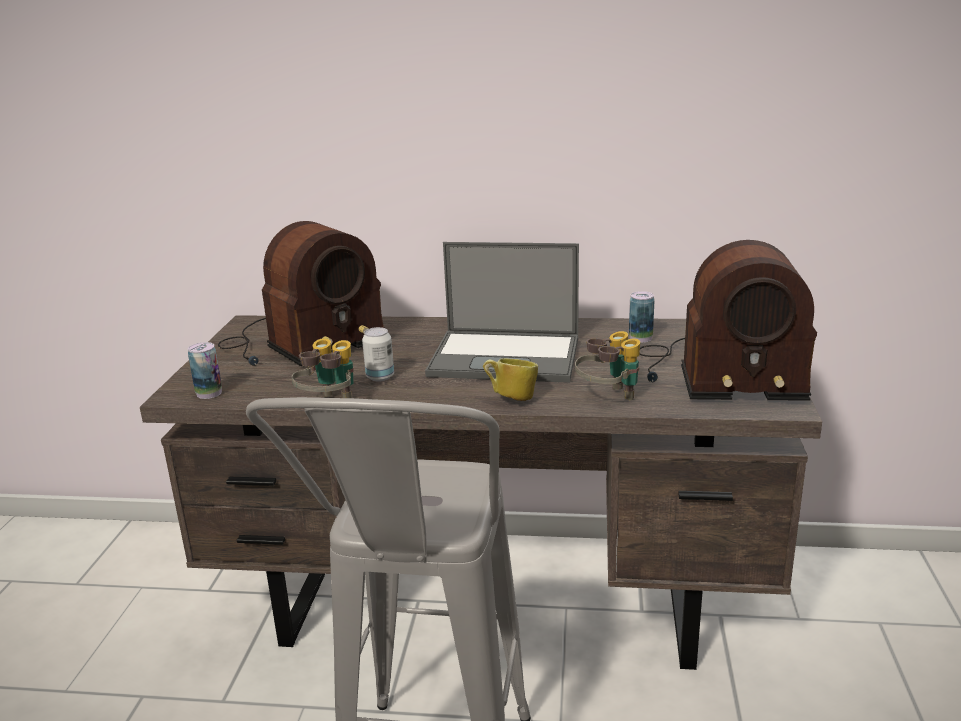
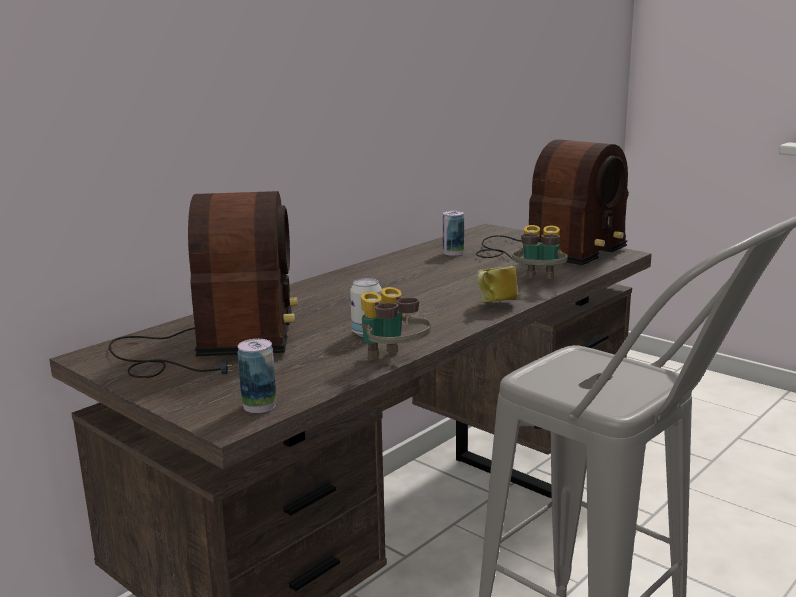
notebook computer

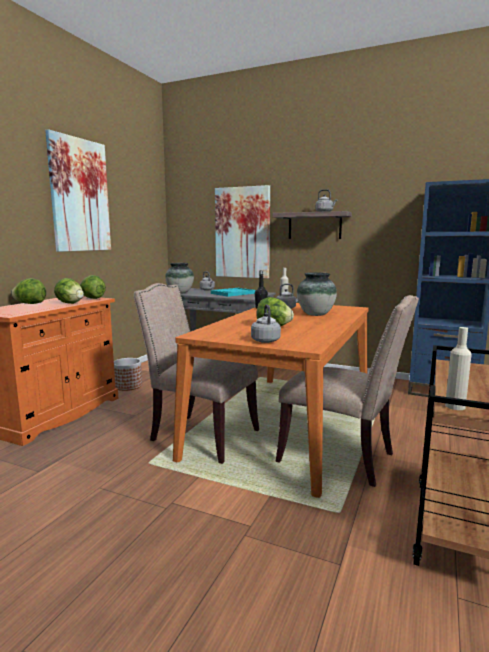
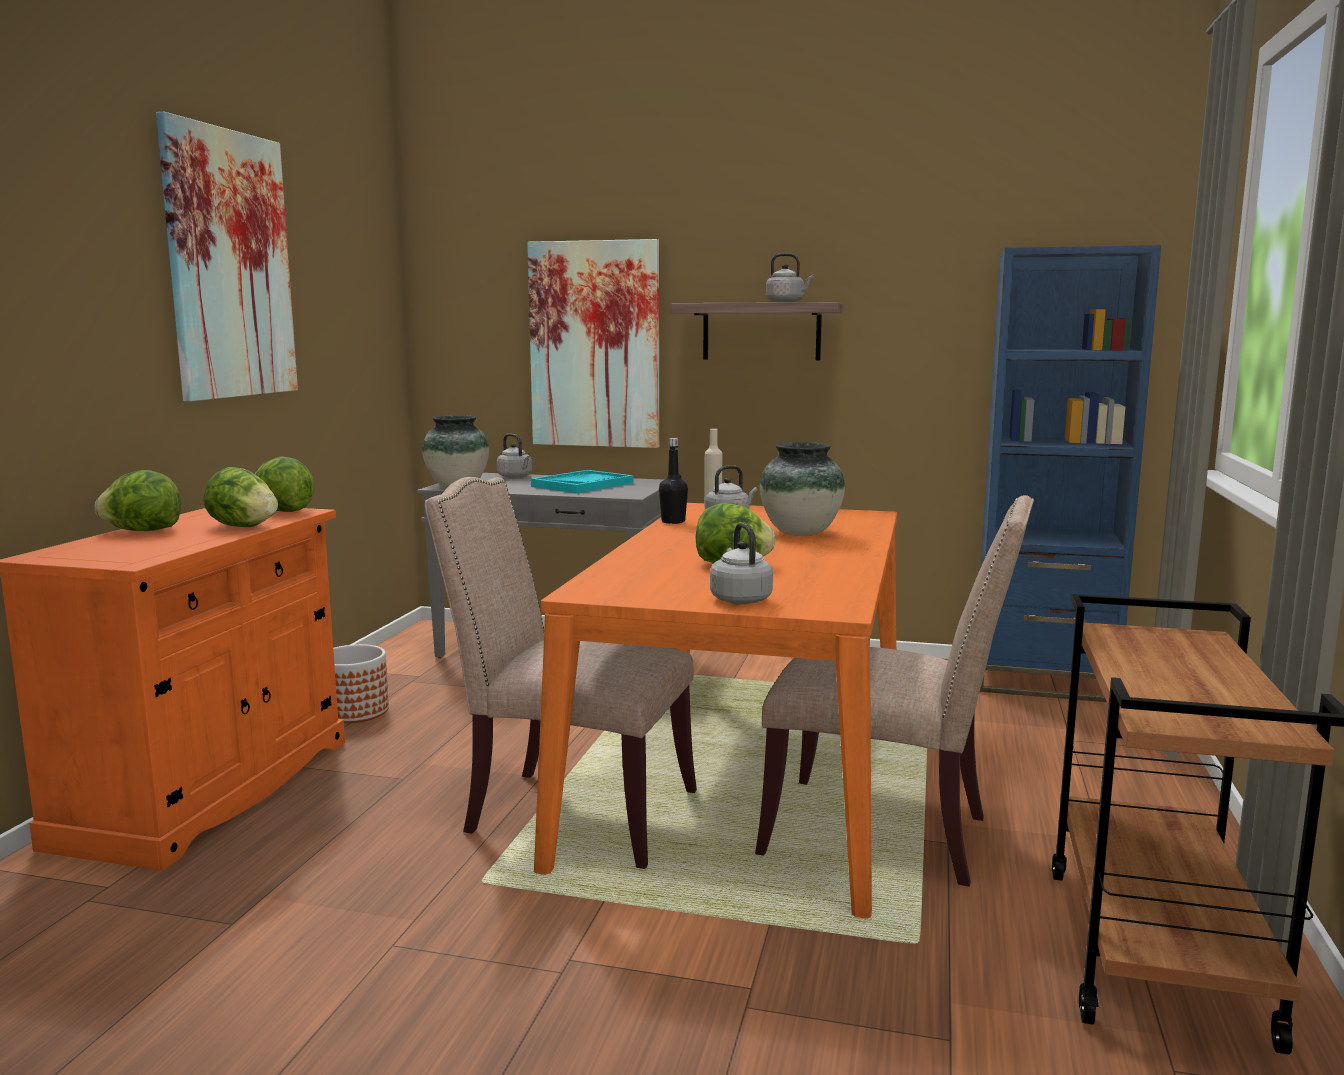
sand-coloured drink bottle (2nd from left in the first image)

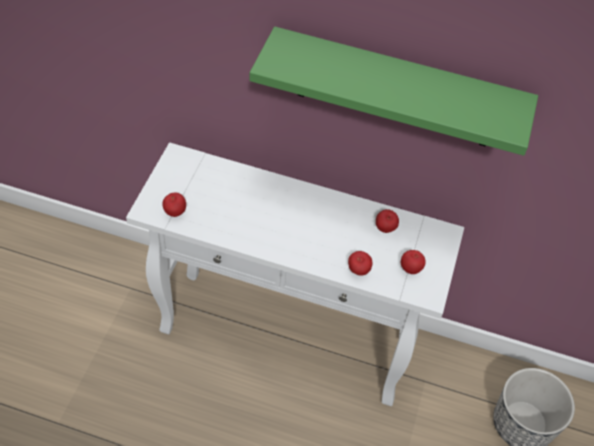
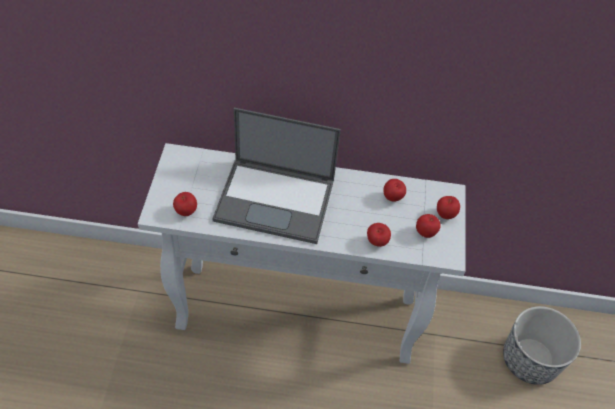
green bracket shelf
notebook computer
whole apple (5th from left)

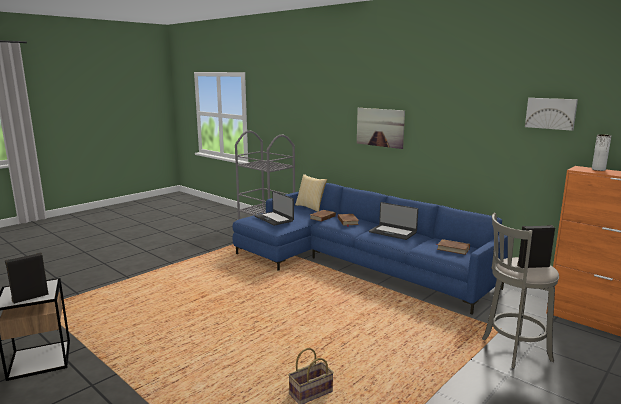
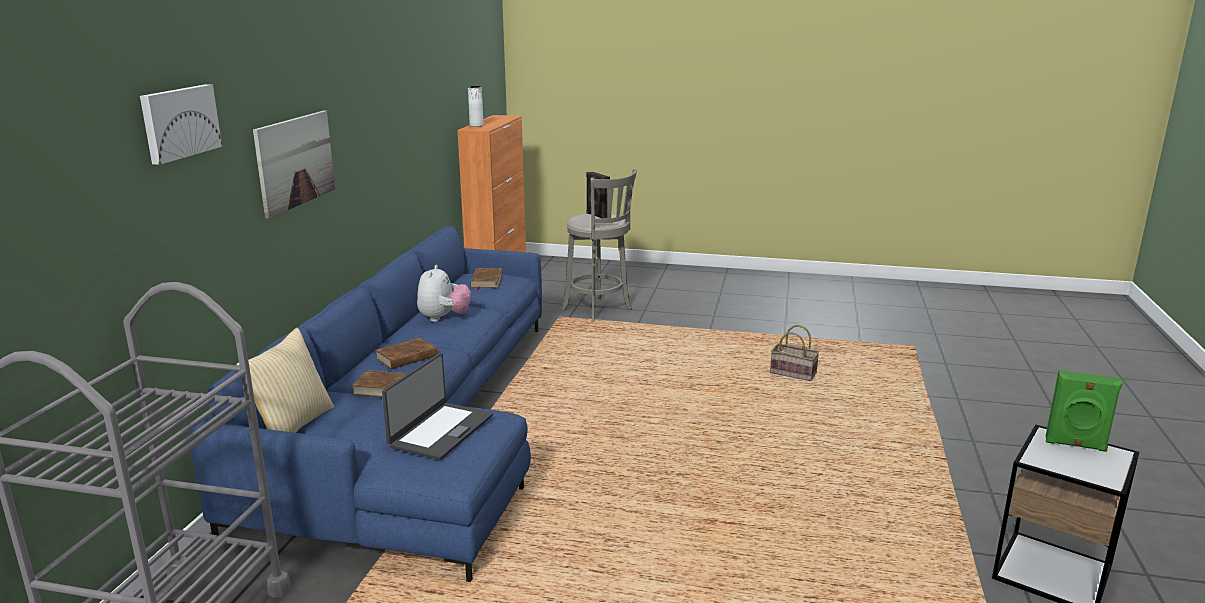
wall picture (1st from left)
plush toy
green audio speaker

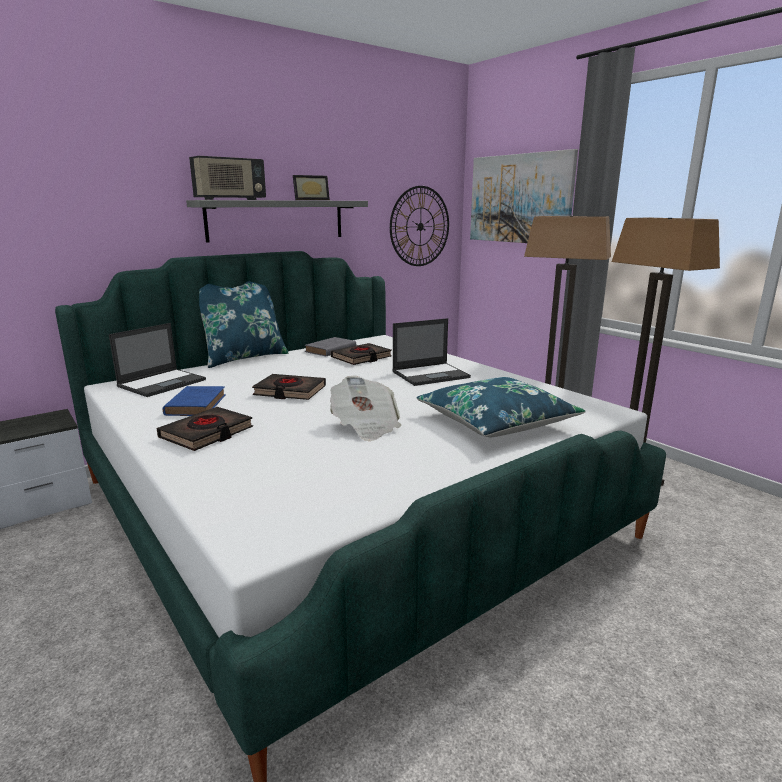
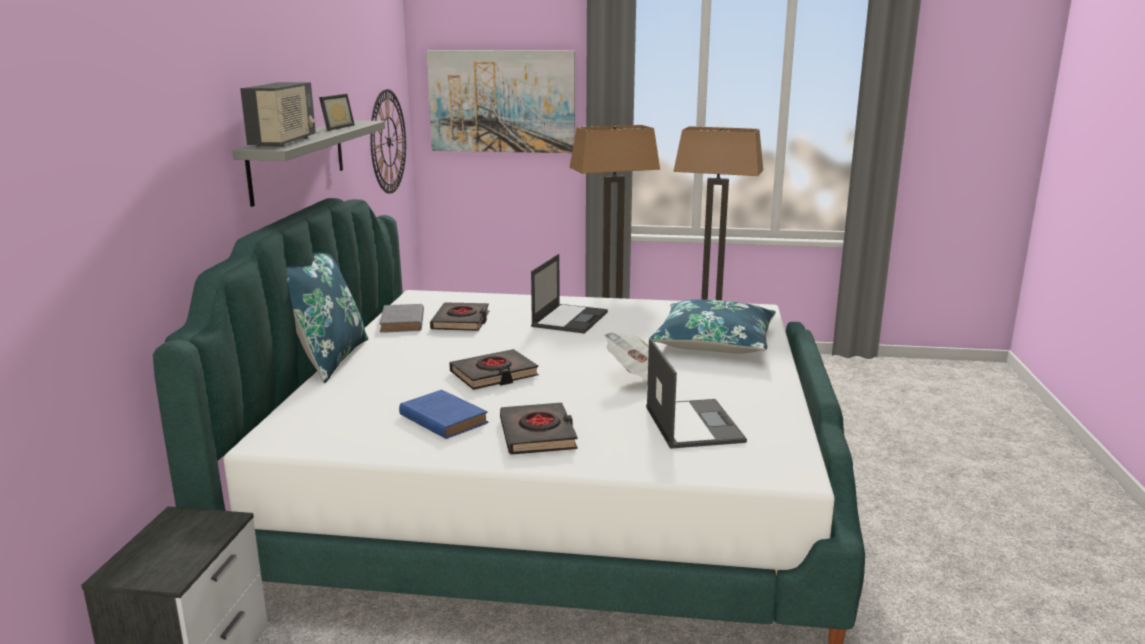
notebook computer (2nd from left)

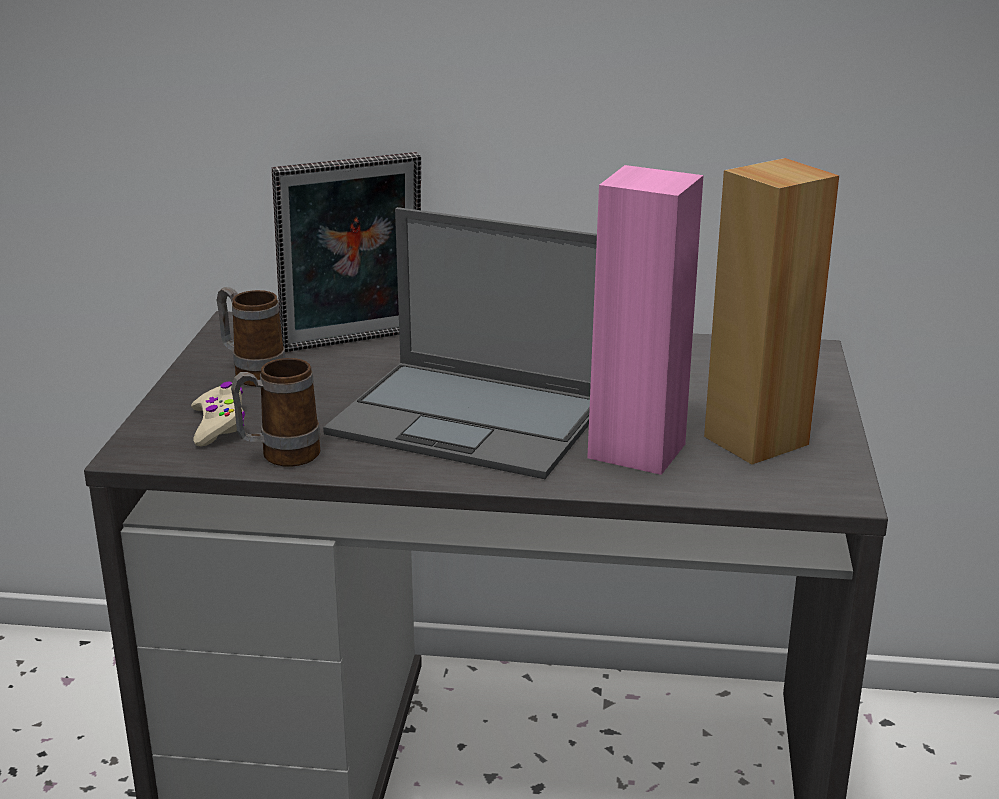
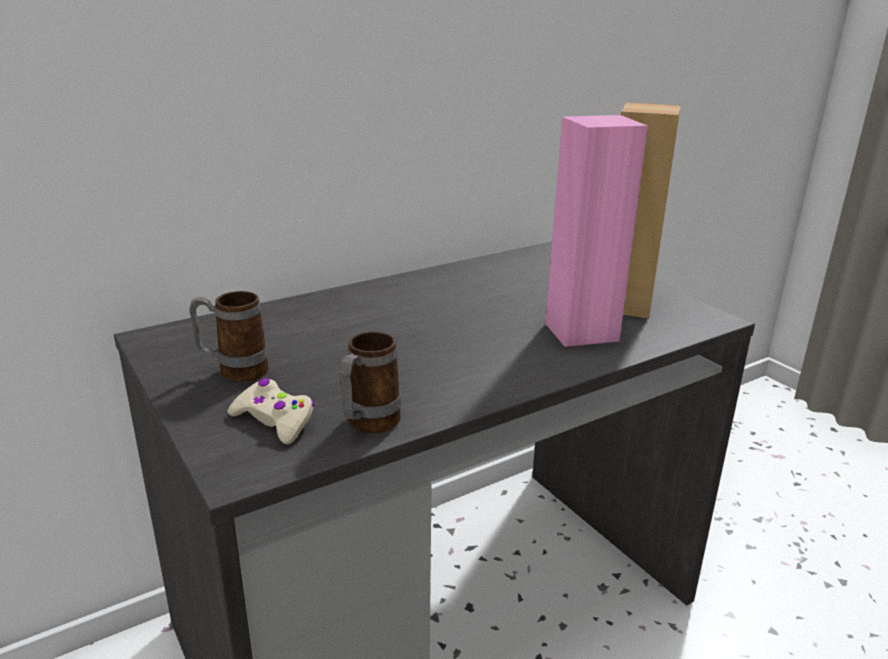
photo frame
notebook computer

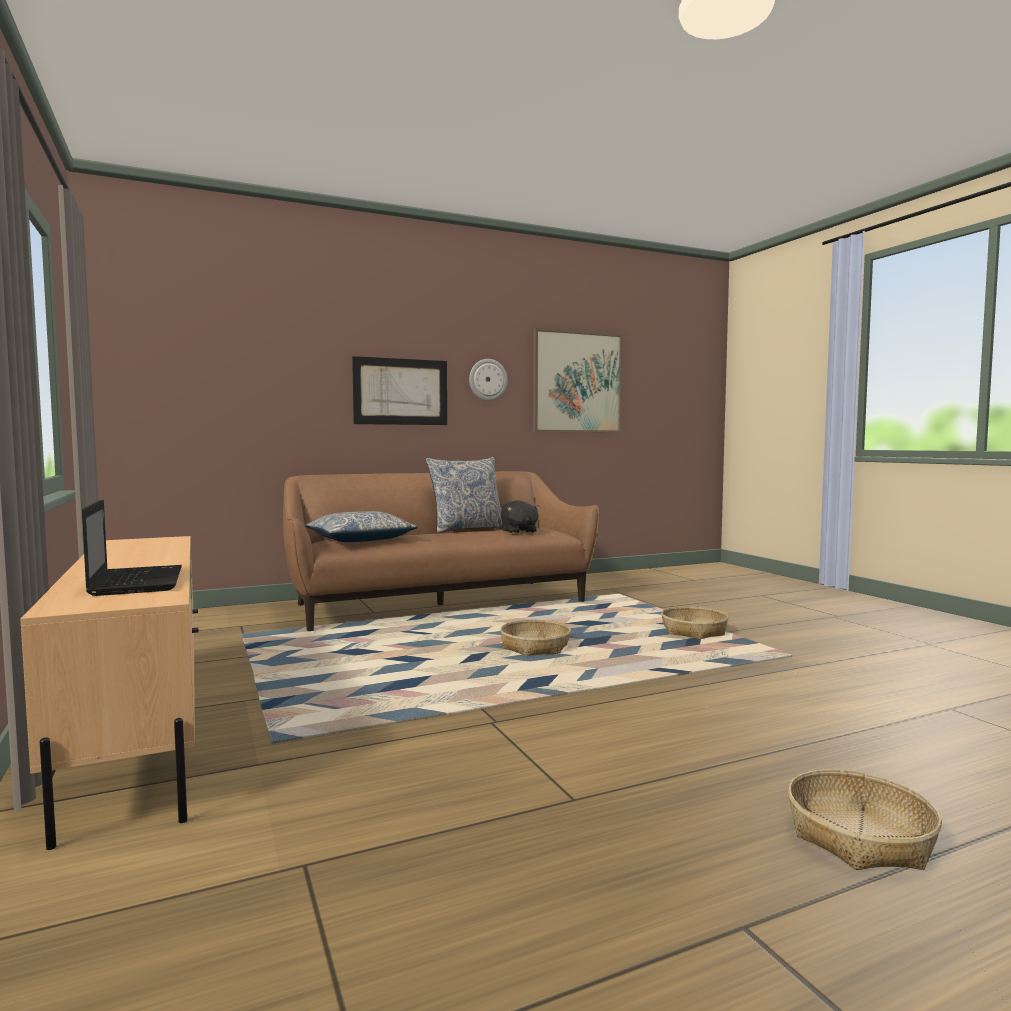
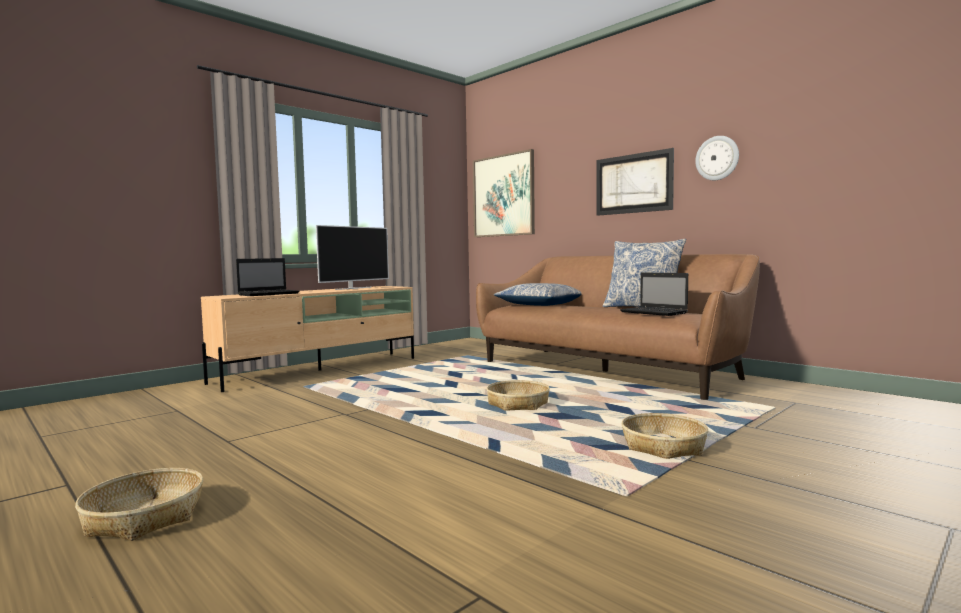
TV set
wall picture (1st from left)
notebook computer (2nd from left)

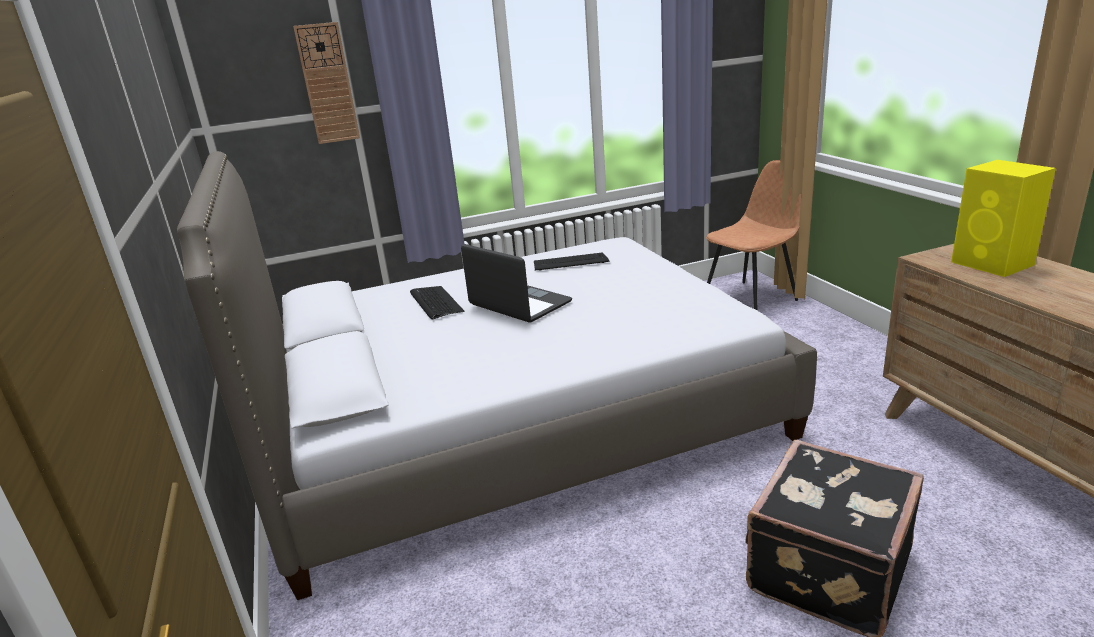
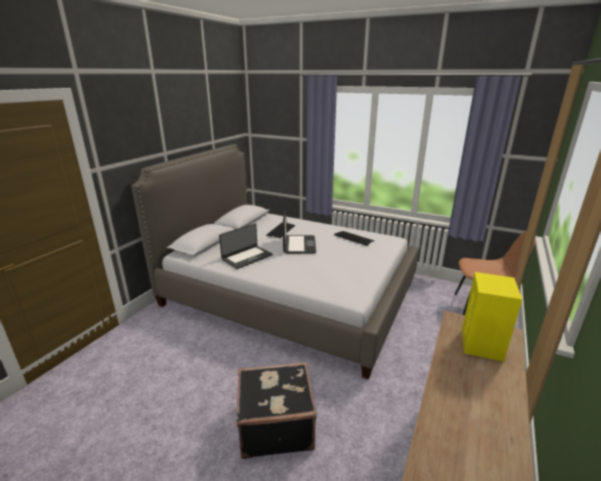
hanging clock
notebook computer (1st from left)

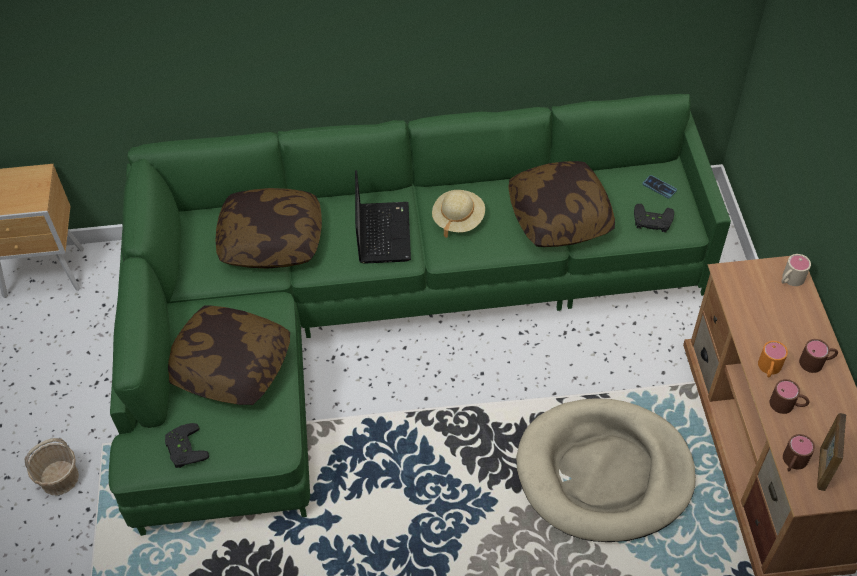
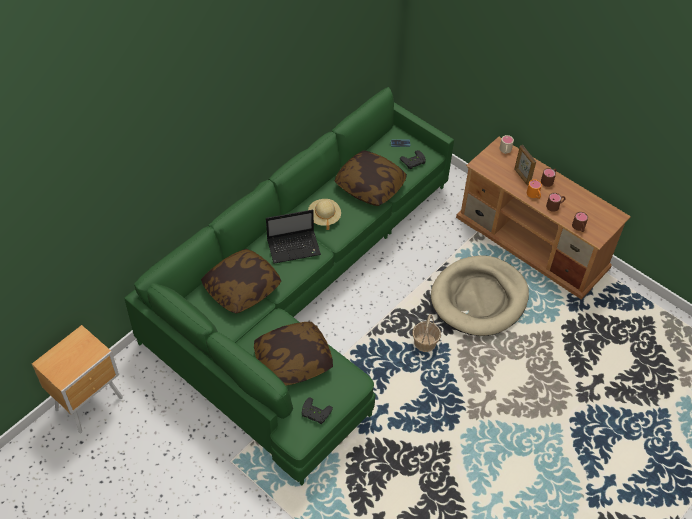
storage basket
photo frame
notebook computer

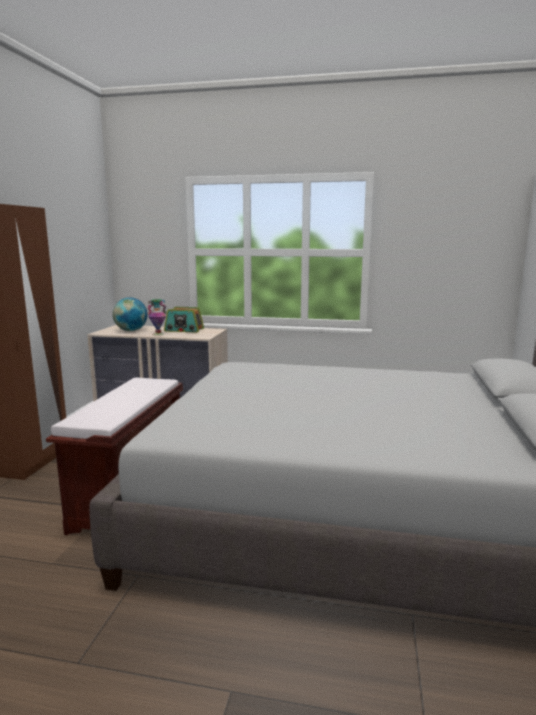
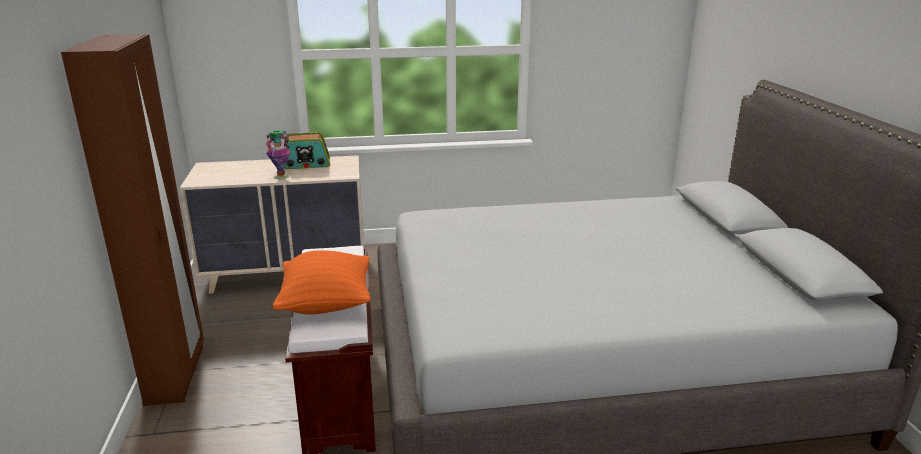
world globe
orange pillow

